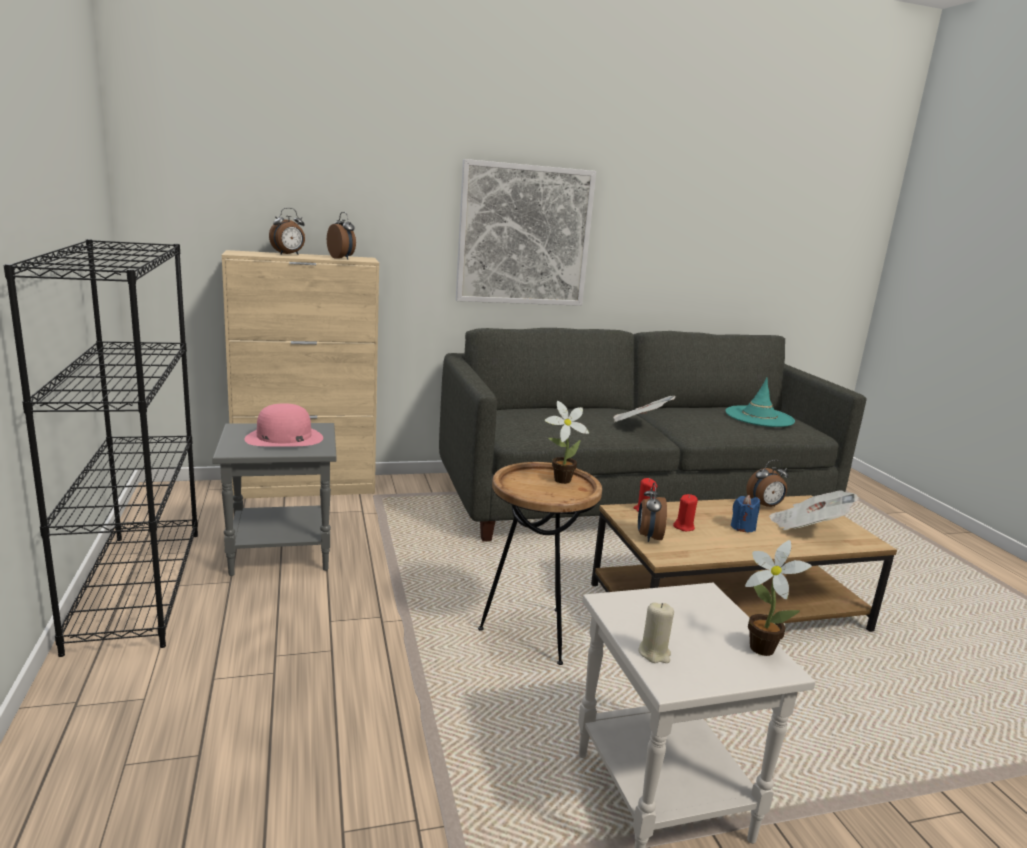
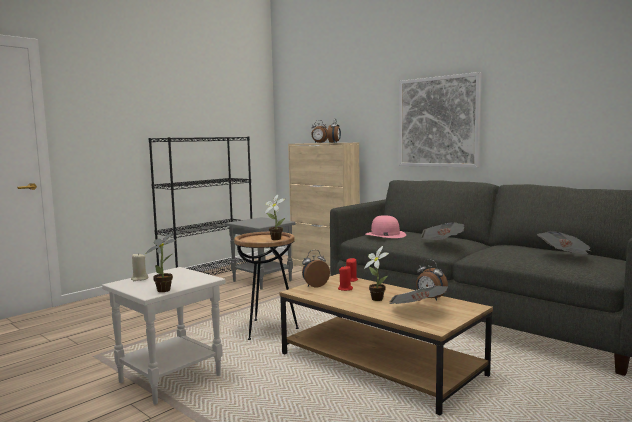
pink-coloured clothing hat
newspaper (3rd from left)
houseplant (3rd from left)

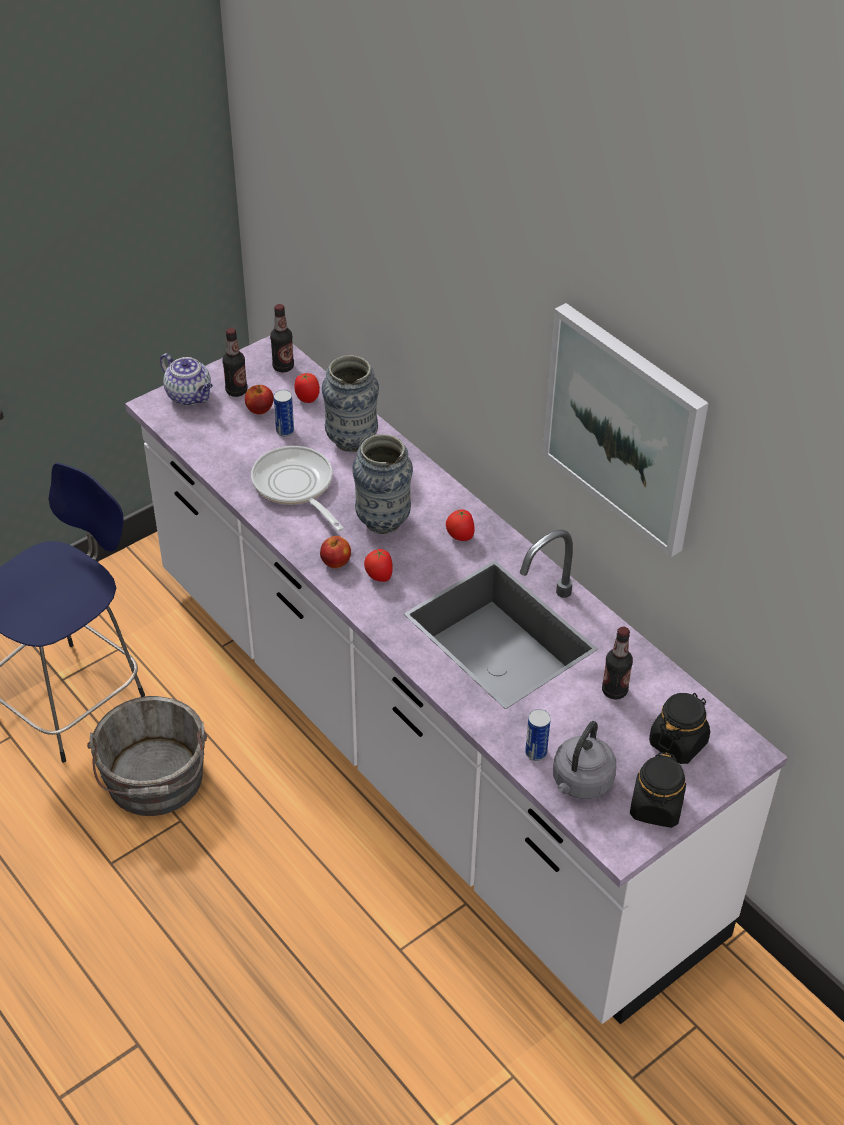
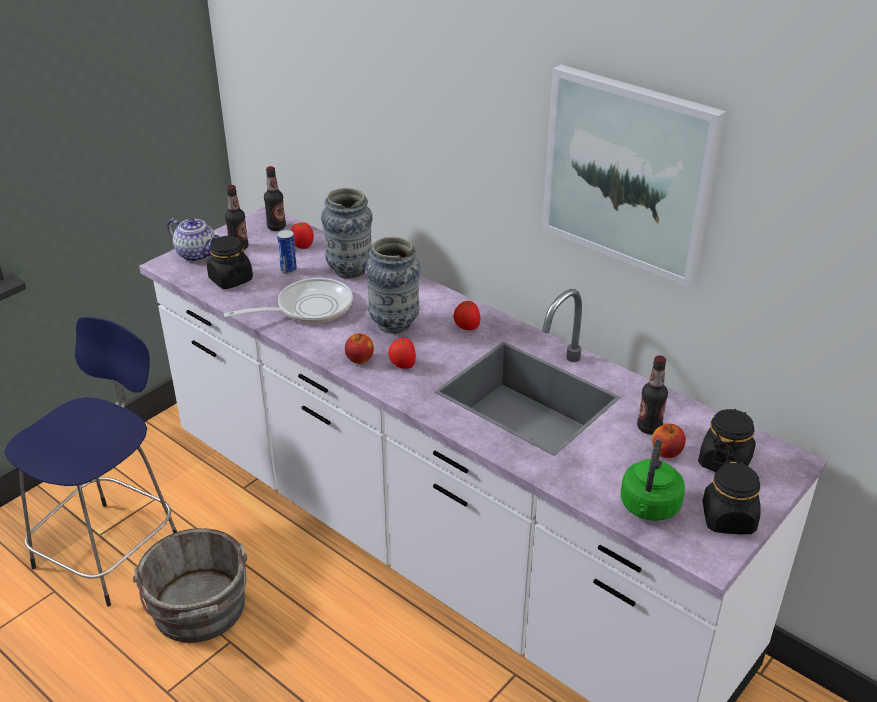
sealed can (2nd from left in the first image)
black-coloured preserve jar (1st from left)
whole apple (2nd from left)
green kettle
pan

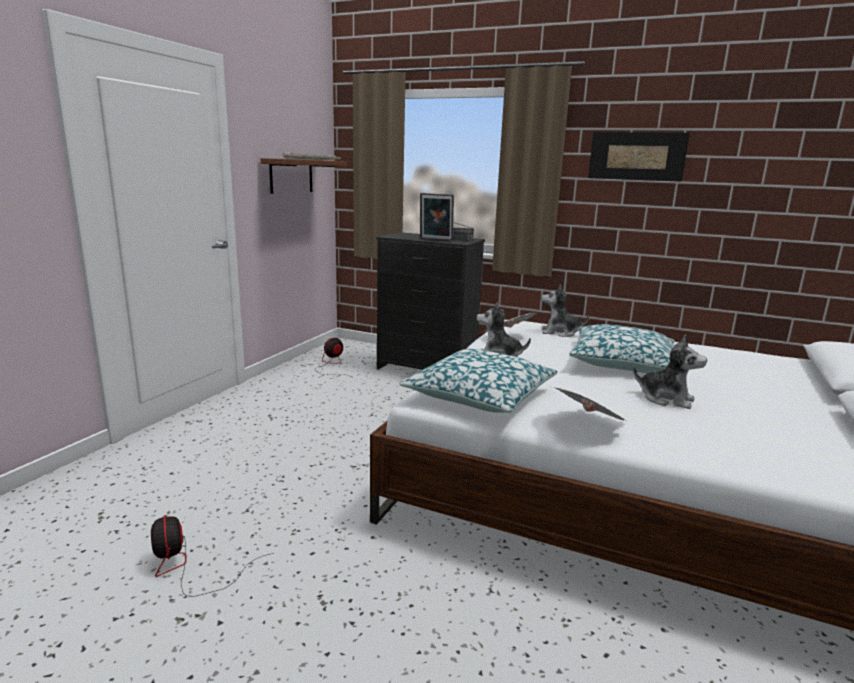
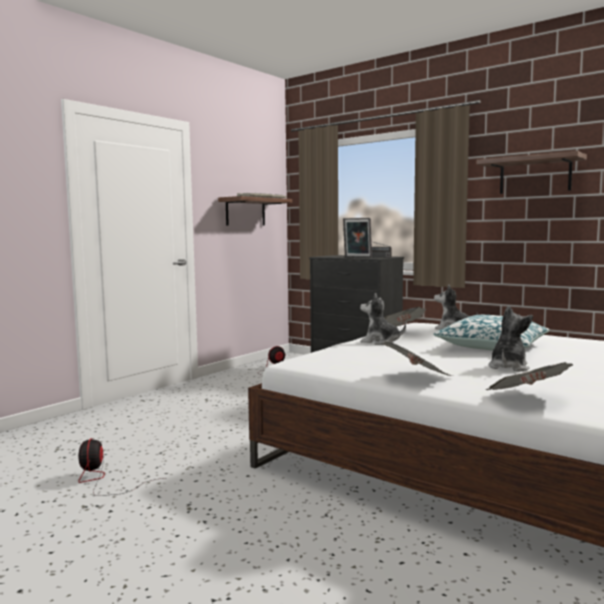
pillow (1st from left in the first image)
newspaper (3rd from left)
bracket shelf (2nd from left)
plush toy (3rd from left)

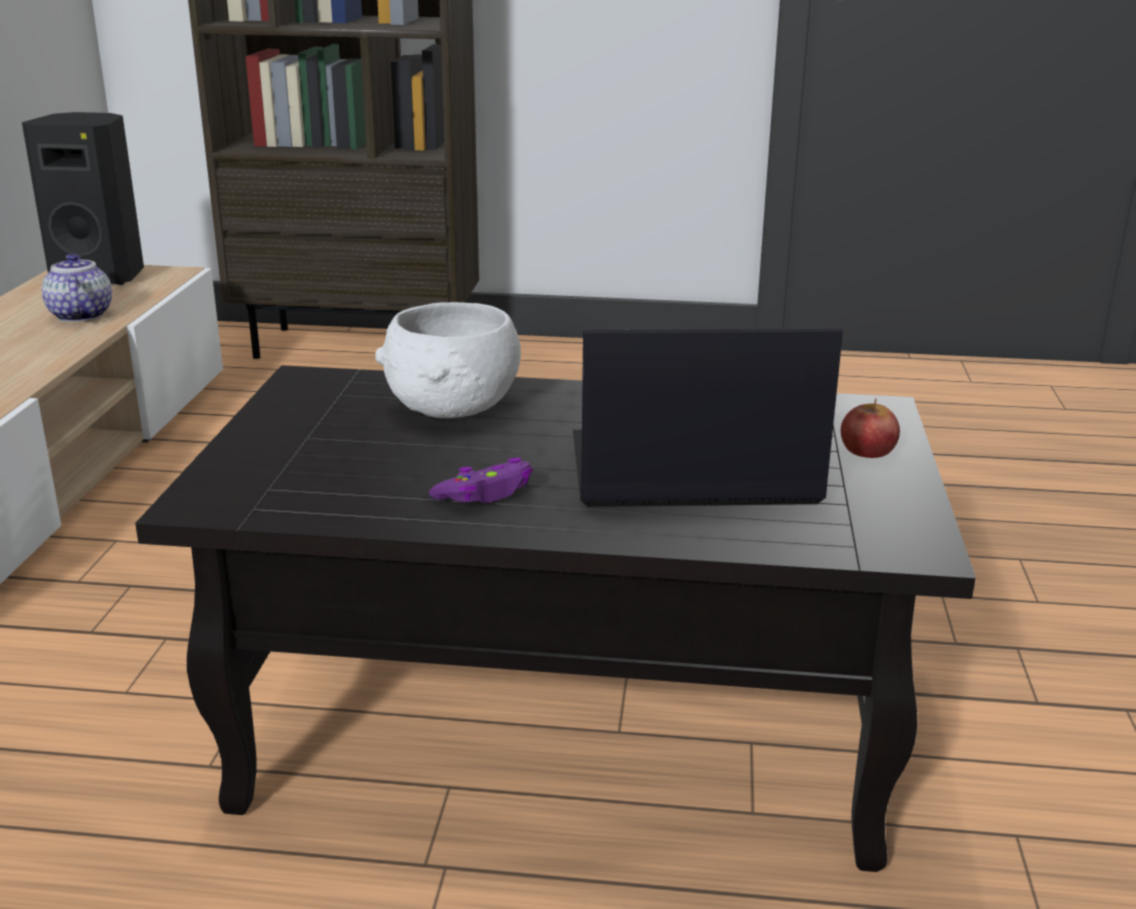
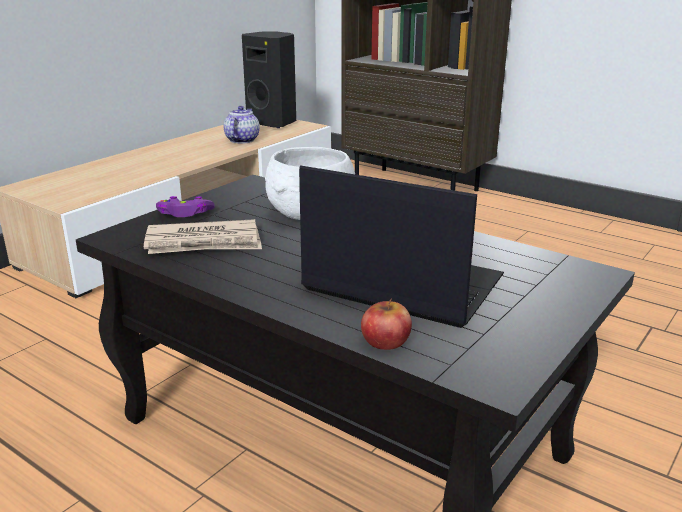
newspaper
purplish game controller
whole apple

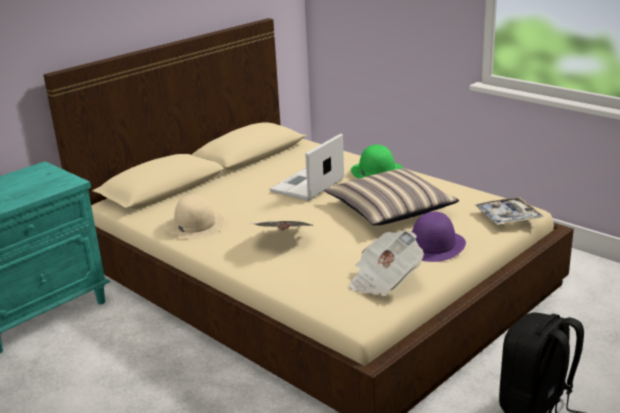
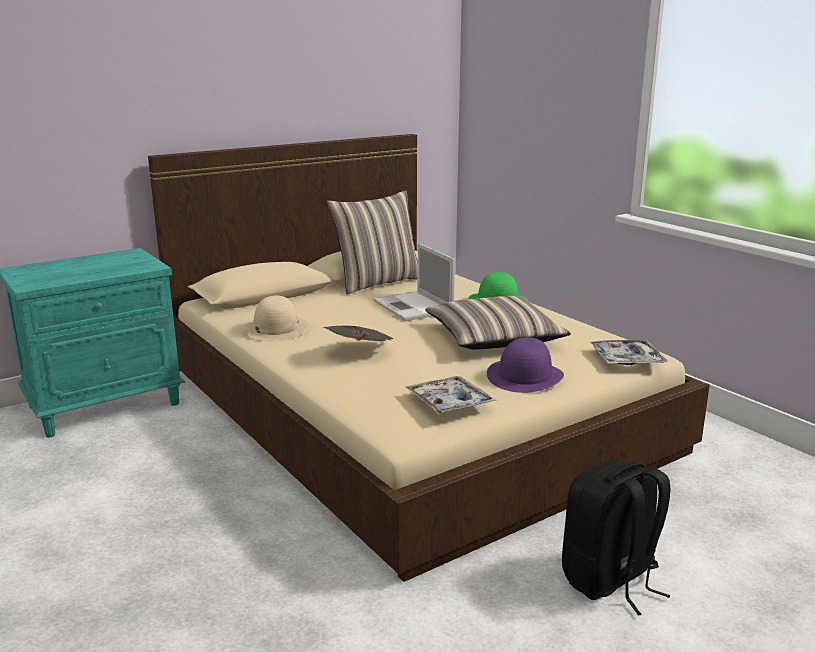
pillow (1st from left)
tray (1st from left)
notebook computer

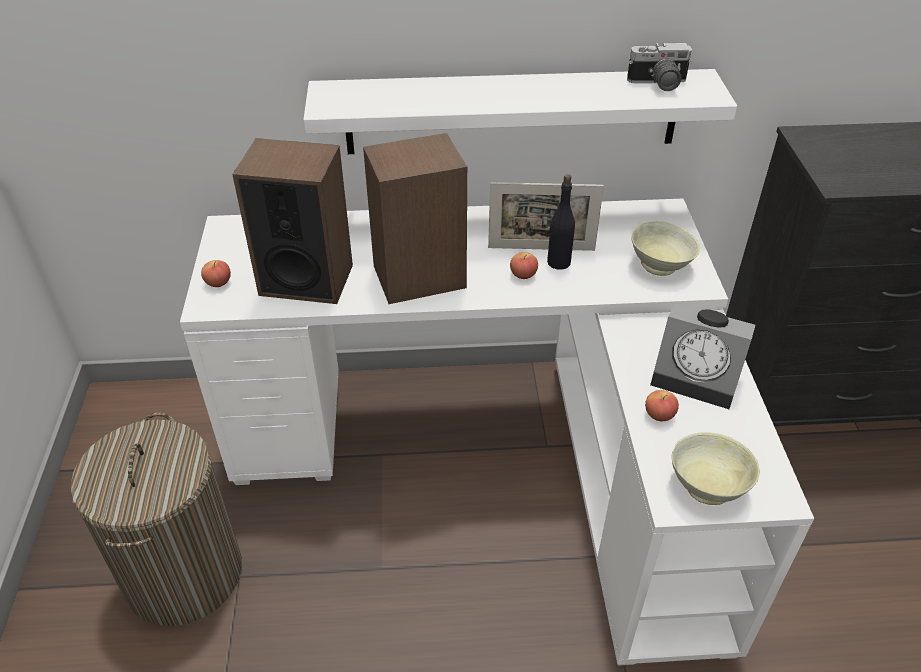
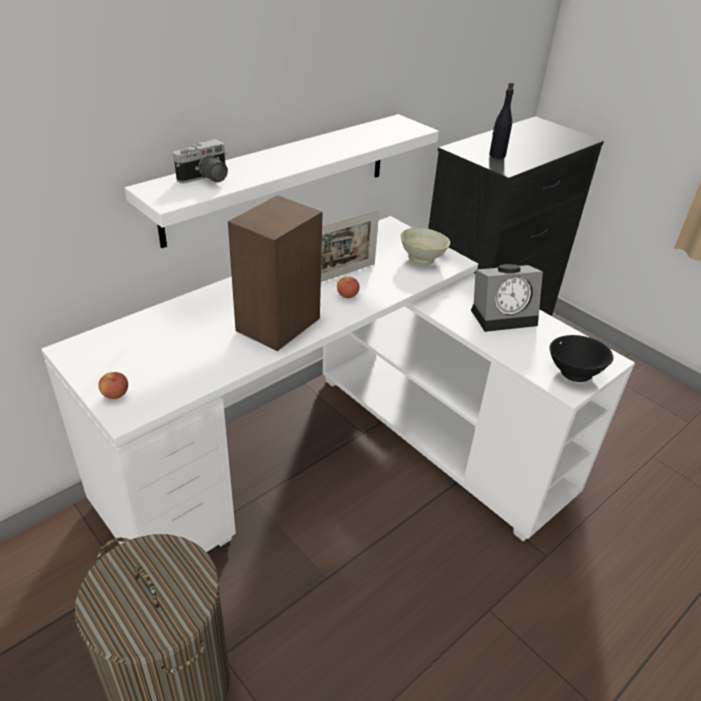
audio speaker (1st from left in the first image)
whole apple (3rd from left in the first image)
black-coloured drink bottle
still camera
black-coloured bowl

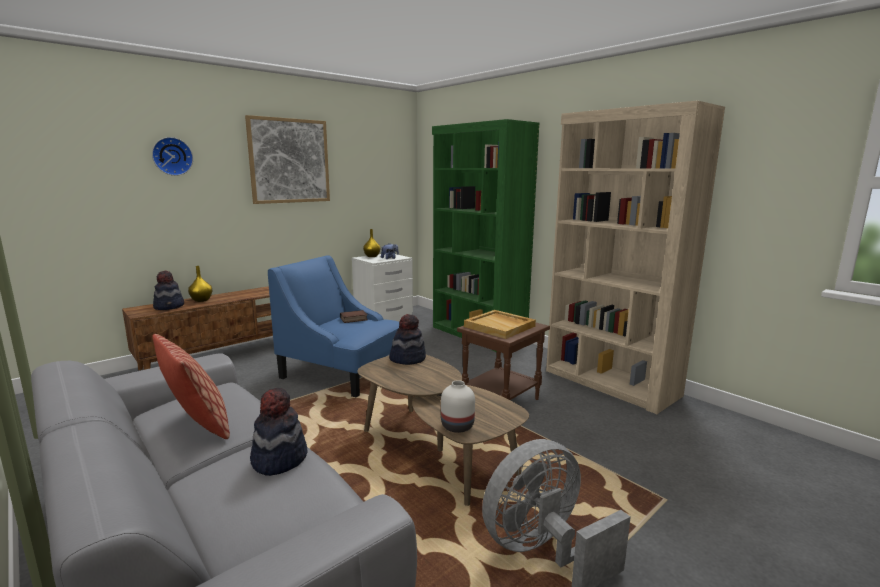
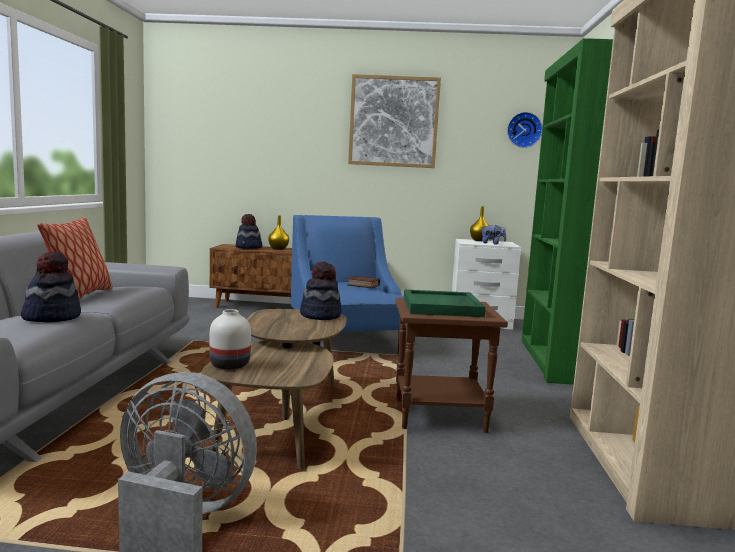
hanging clock
green tray

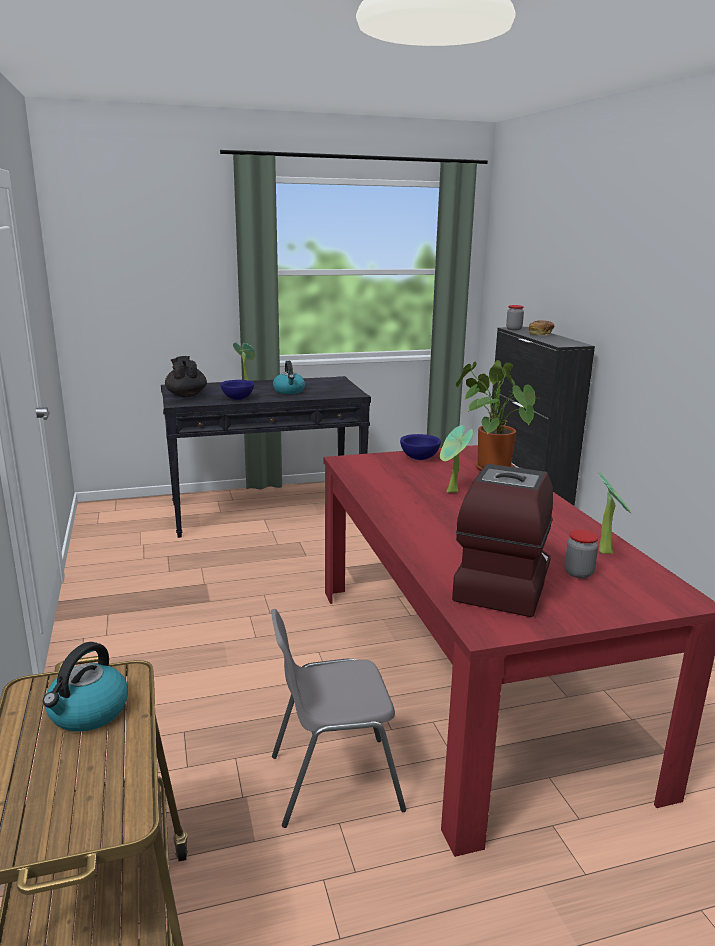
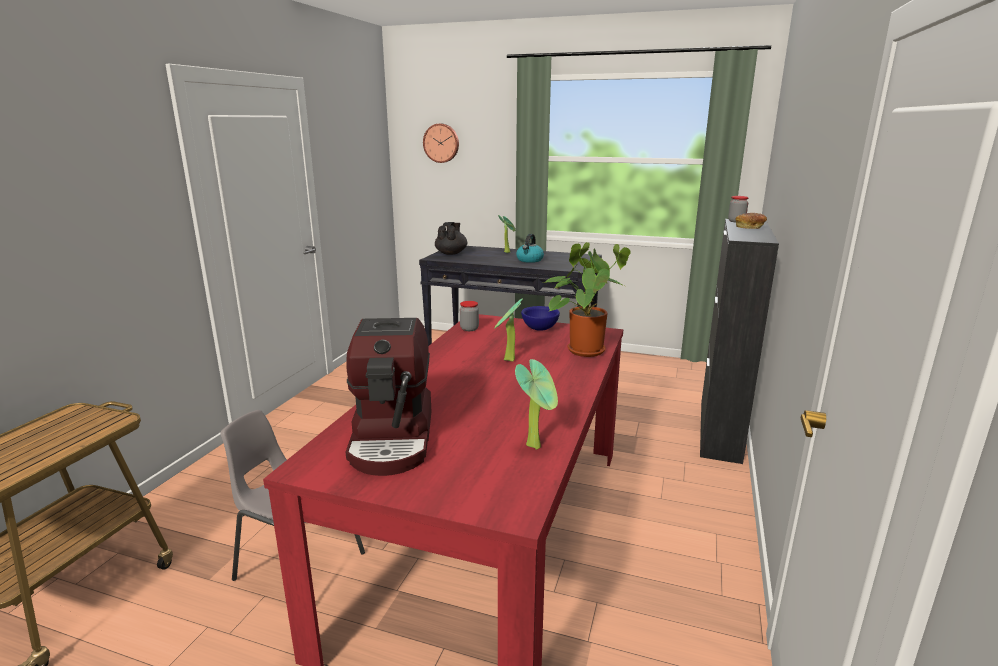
kettle (1st from left in the first image)
blue bowl (1st from left in the first image)
hanging clock
preserve jar (1st from left)
coffee machine

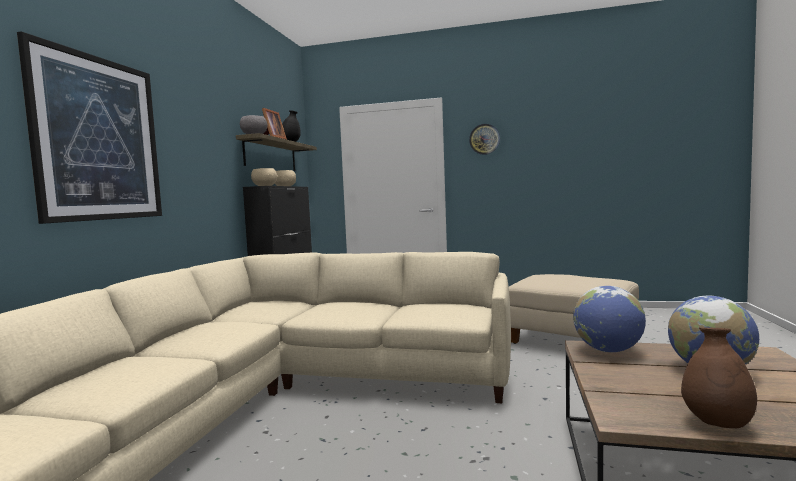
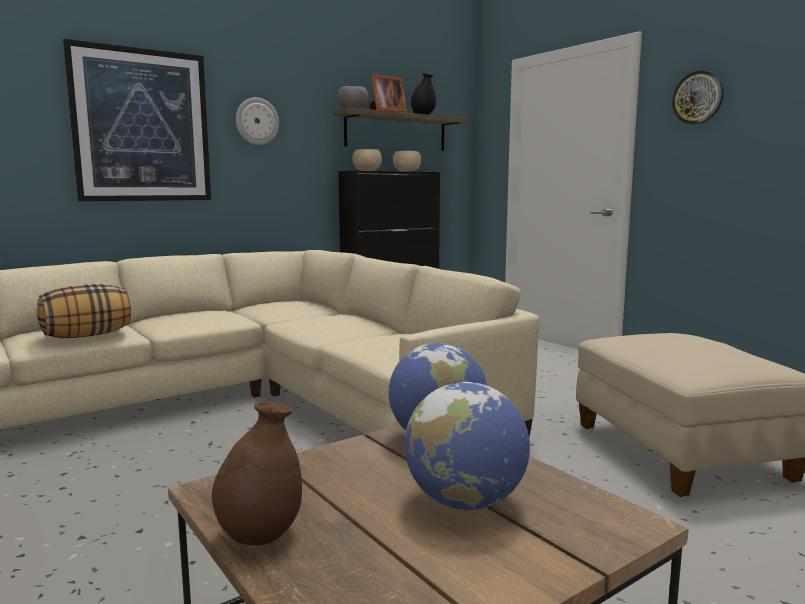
pillow
hanging clock (1st from left)

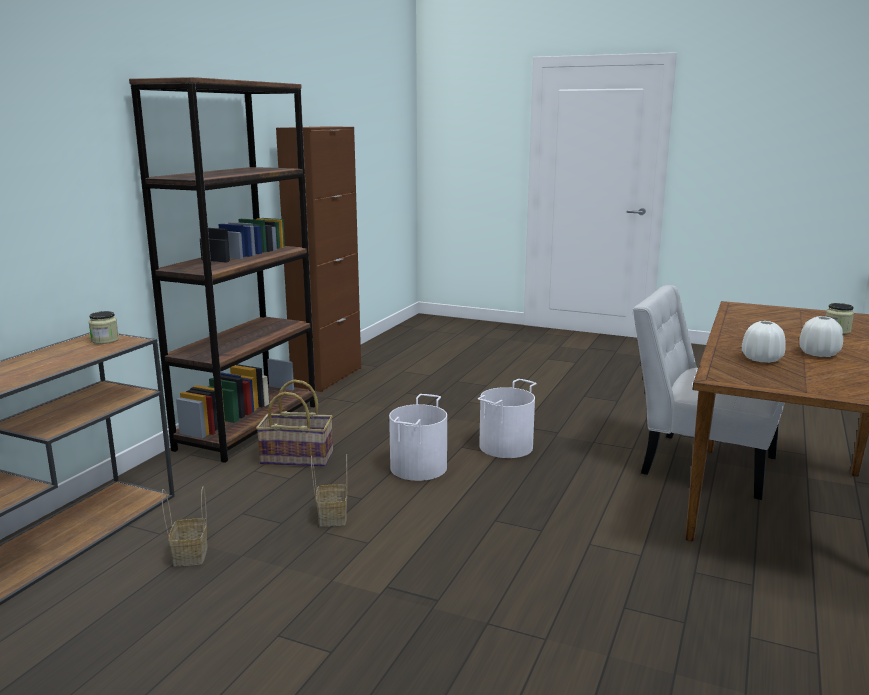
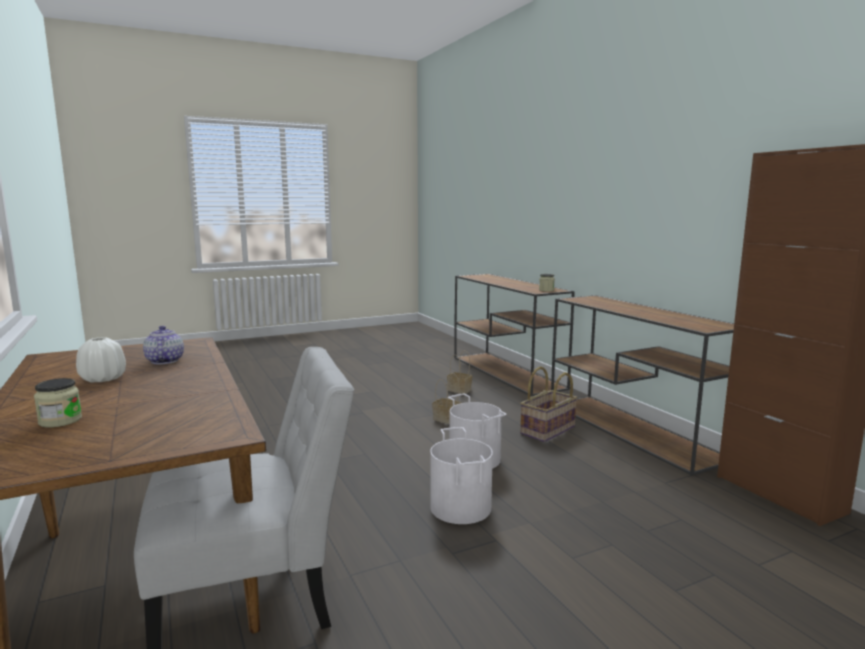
brown-coloured console table (2nd from left)
pot for tea

